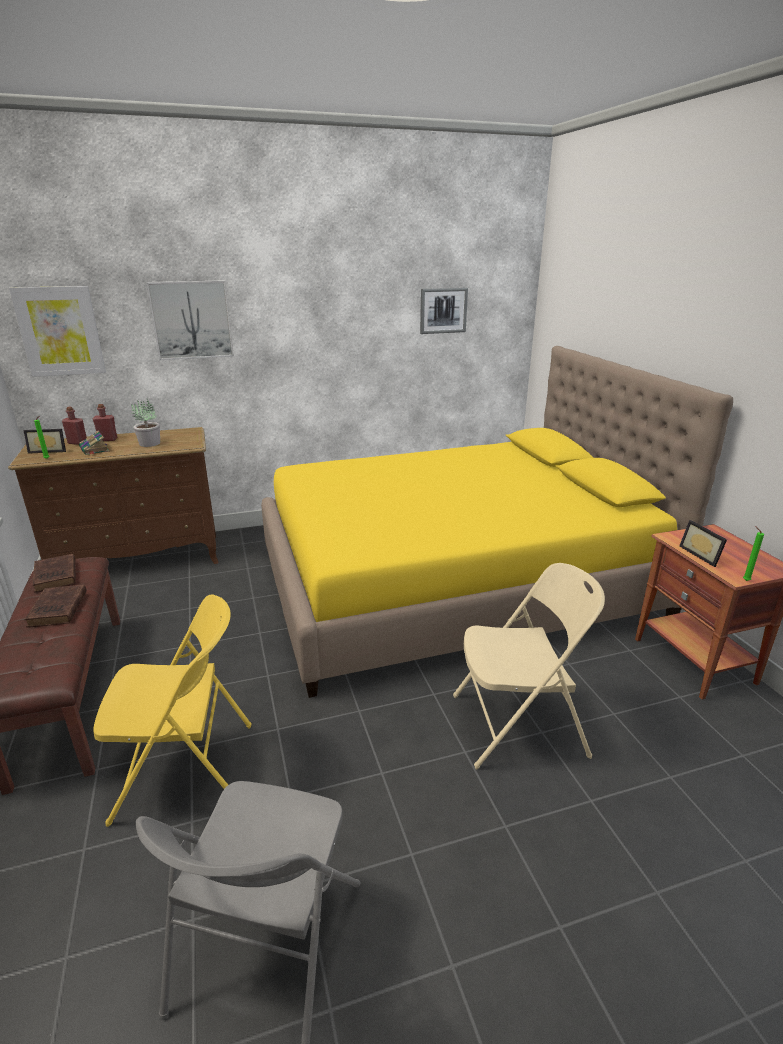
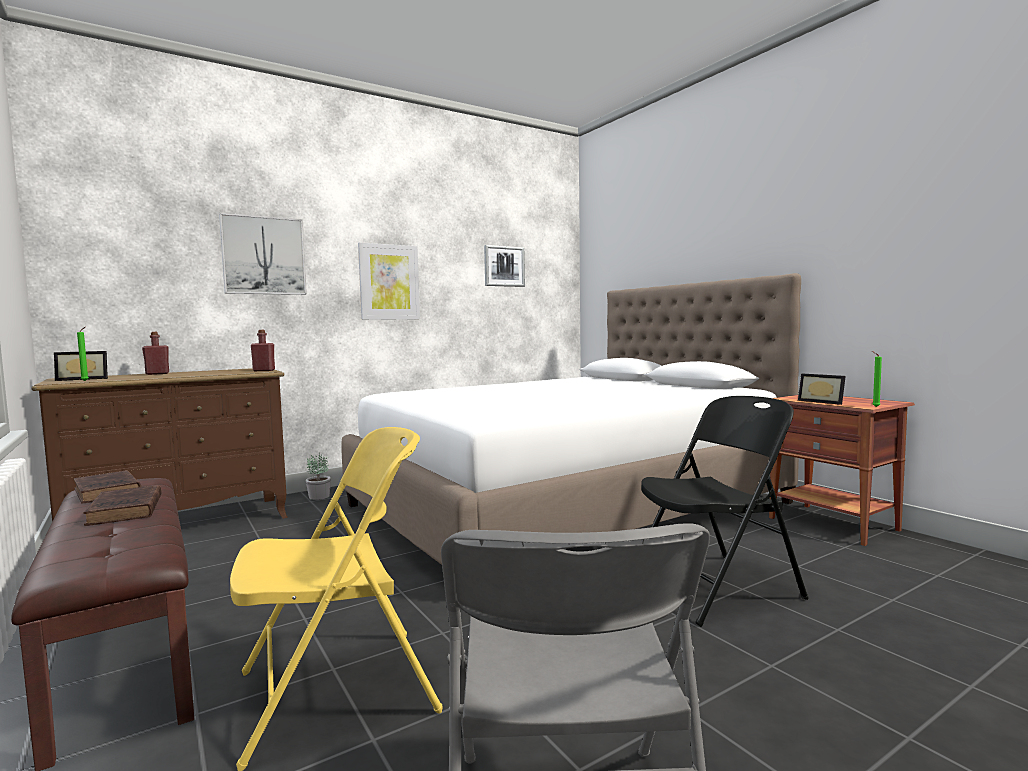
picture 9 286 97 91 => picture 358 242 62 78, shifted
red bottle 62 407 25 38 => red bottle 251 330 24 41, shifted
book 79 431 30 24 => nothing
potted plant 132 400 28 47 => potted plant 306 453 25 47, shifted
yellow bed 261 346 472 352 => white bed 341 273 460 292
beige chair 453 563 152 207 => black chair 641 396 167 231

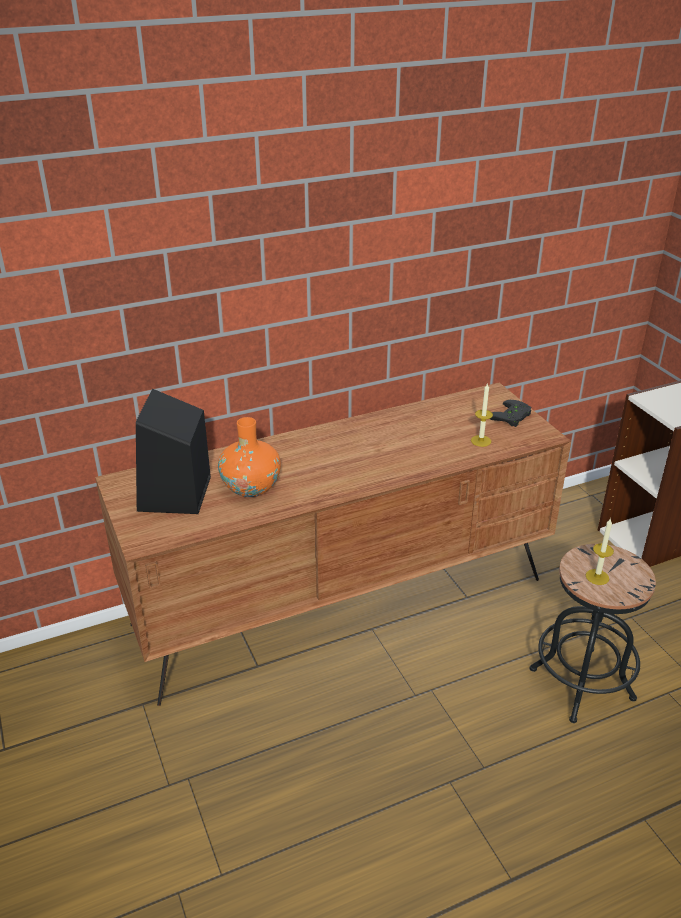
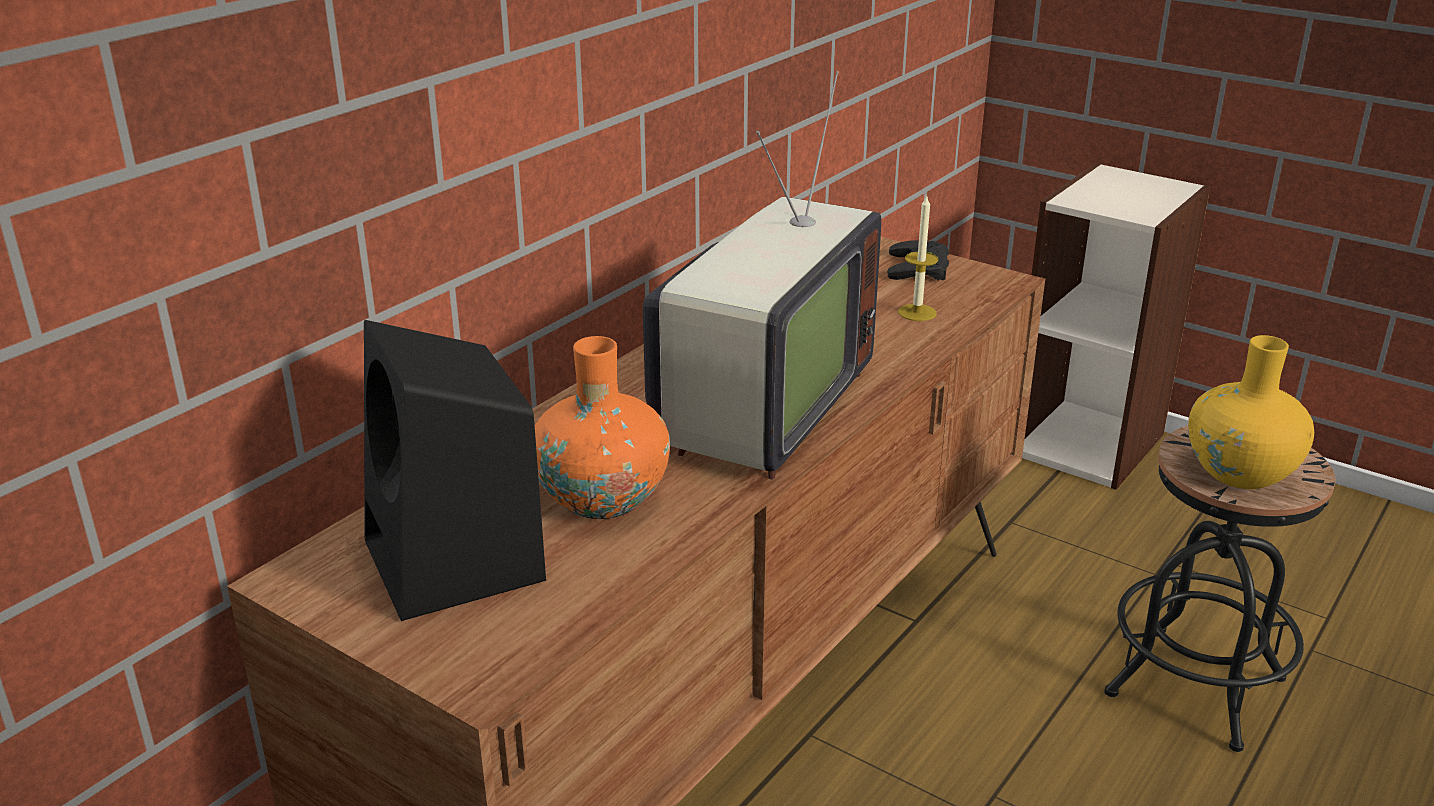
candle 586 518 28 67 => yellow vase 1188 335 126 154
nothing => television 643 71 238 408

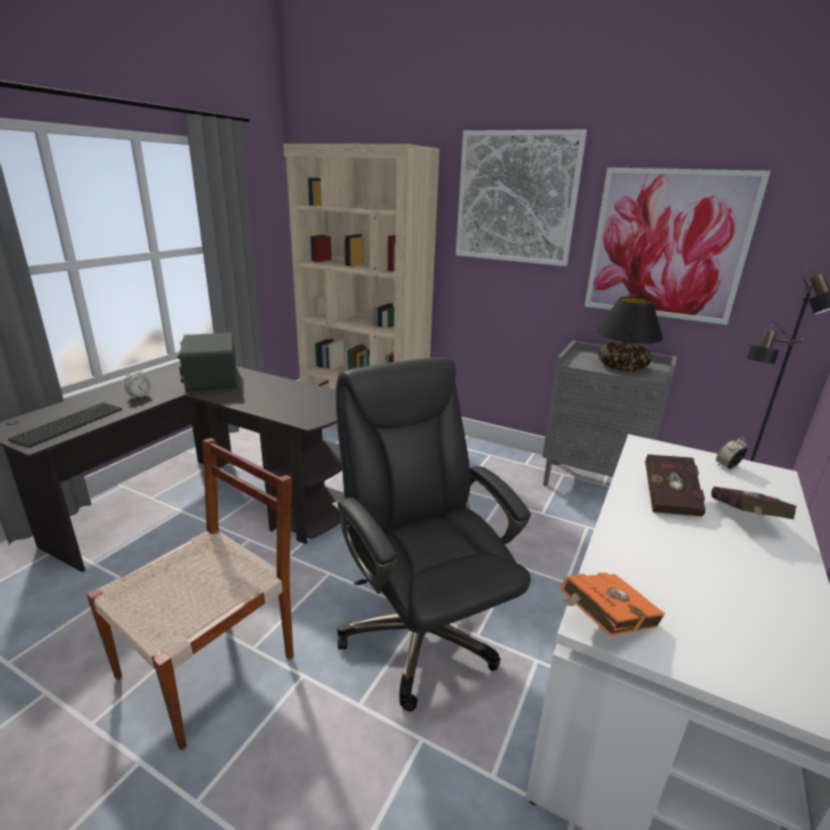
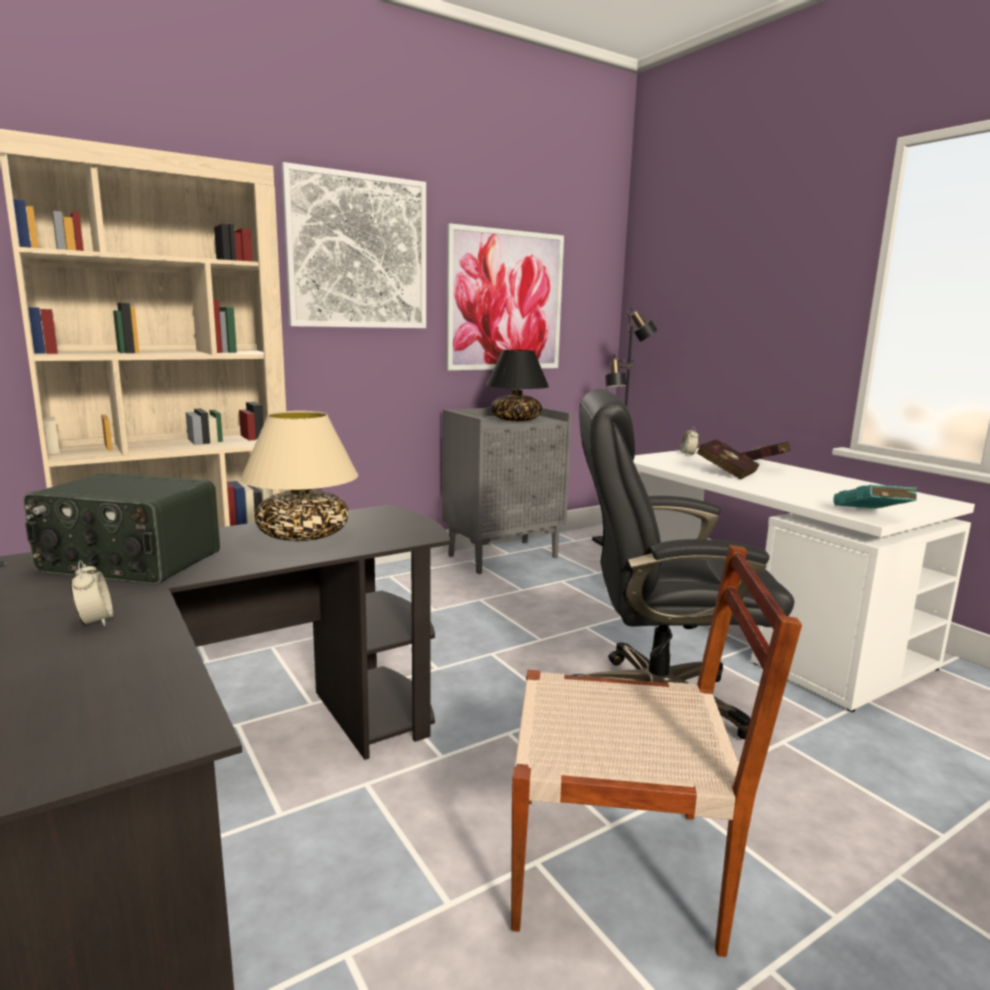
keyboard 8 402 114 46 => nothing
chair 86 438 208 312 => chair 511 545 291 412, 120 degrees clockwise
orange book 560 573 105 63 => turquoise book 833 485 84 23
nothing => beige table lamp 240 411 118 130

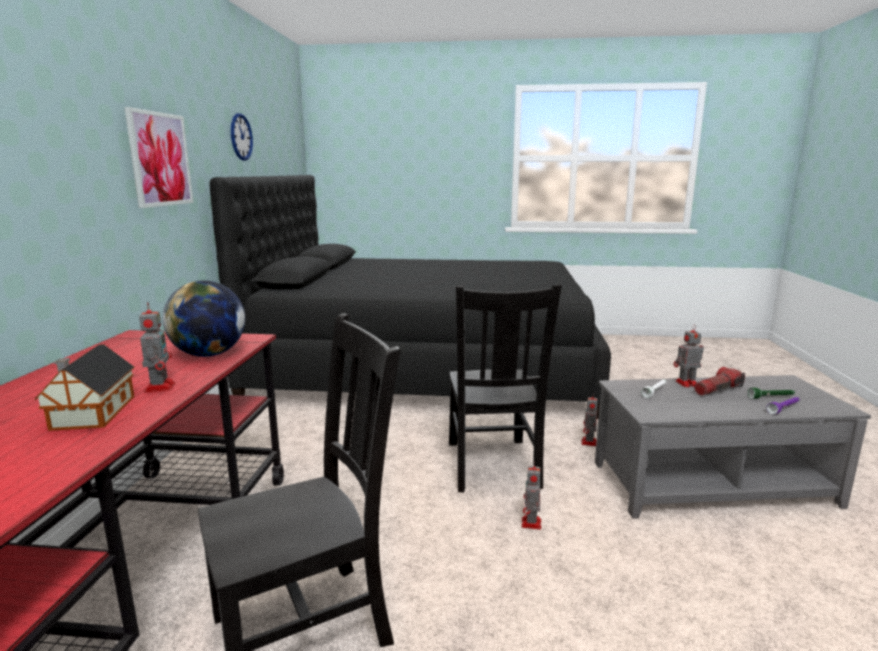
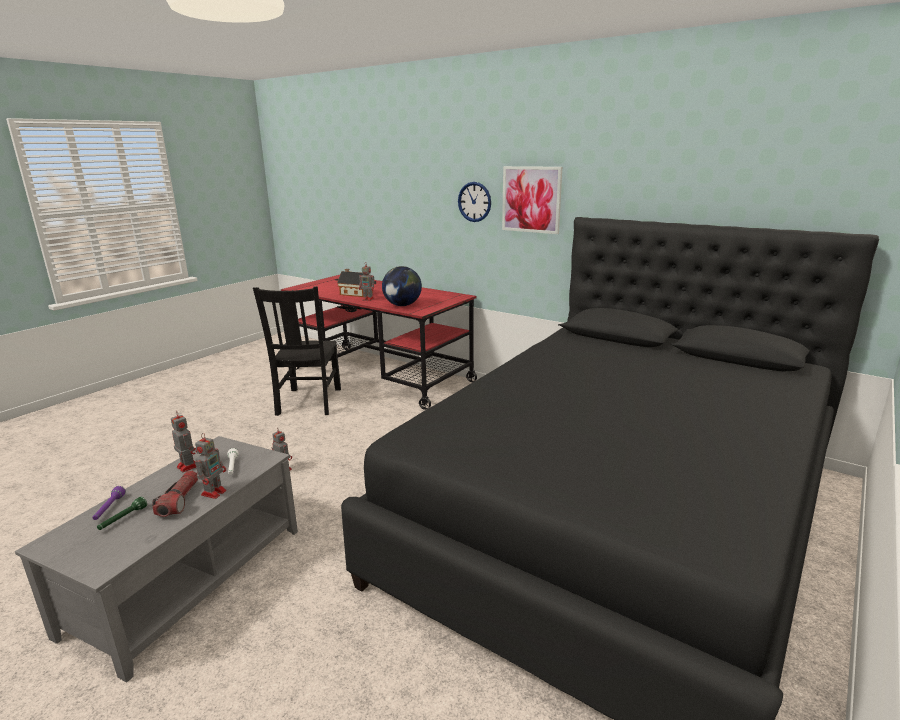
wall clock 231 113 22 48 => wall clock 458 182 33 40, shifted
black chair 449 284 113 209 => nothing
toy robot 582 397 16 49 => toy robot 171 411 26 62, shifted

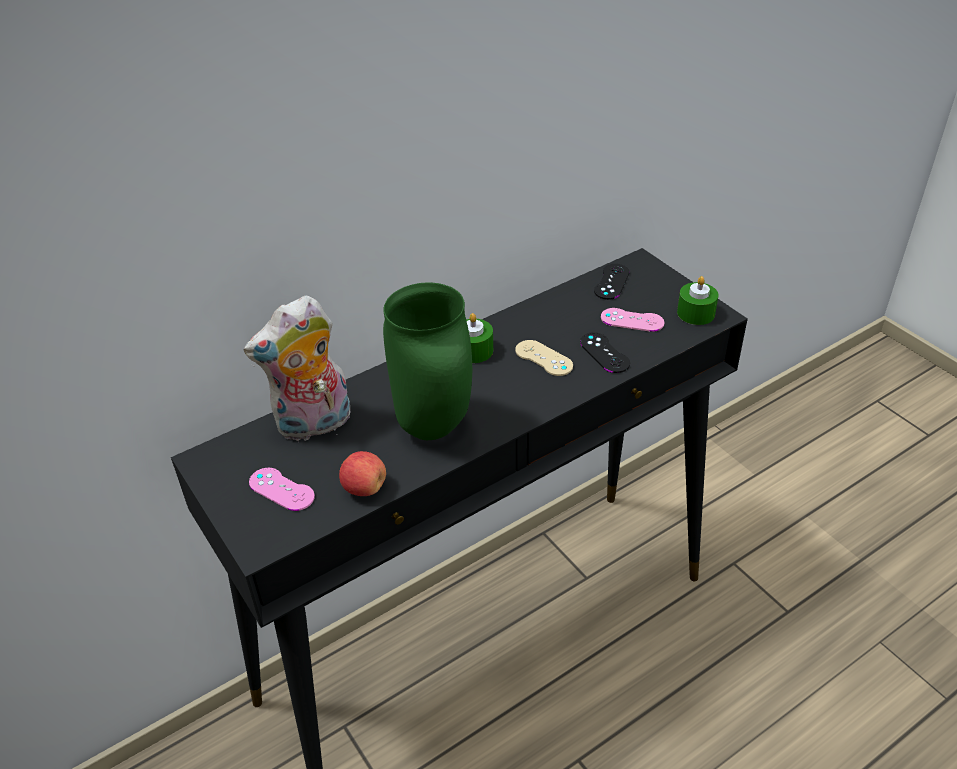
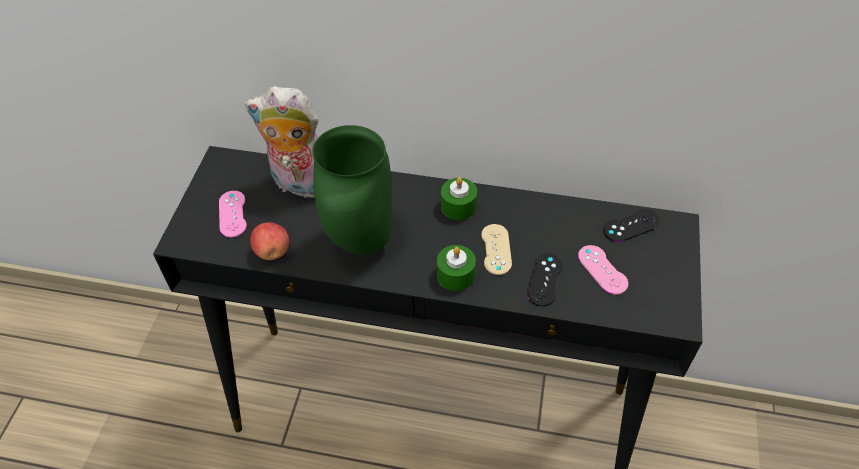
green candle 677 276 41 49 => green candle 437 245 39 46, shifted

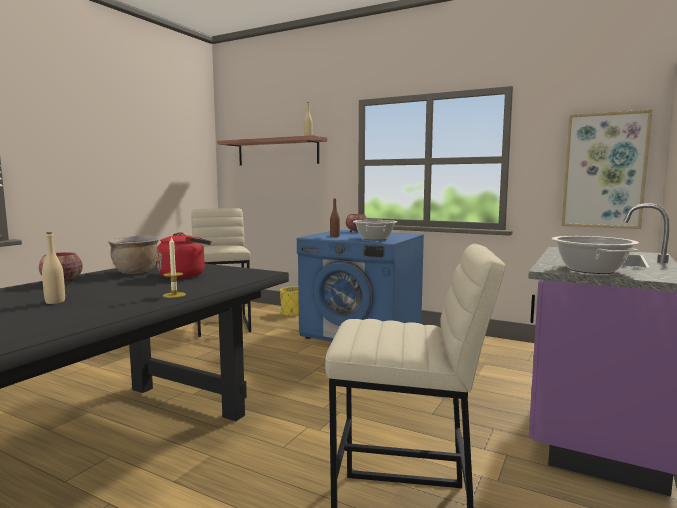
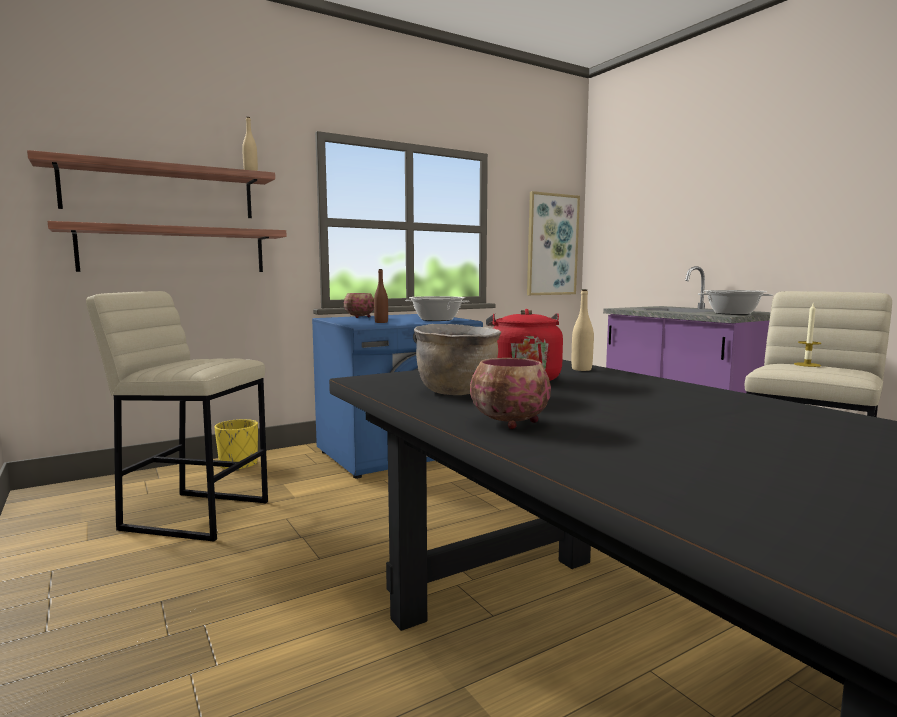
beige bottle 42 232 23 72 => beige bottle 572 289 22 82, shifted
candle 163 236 23 62 => candle 794 304 27 63, shifted
nothing => shelf 47 221 240 51

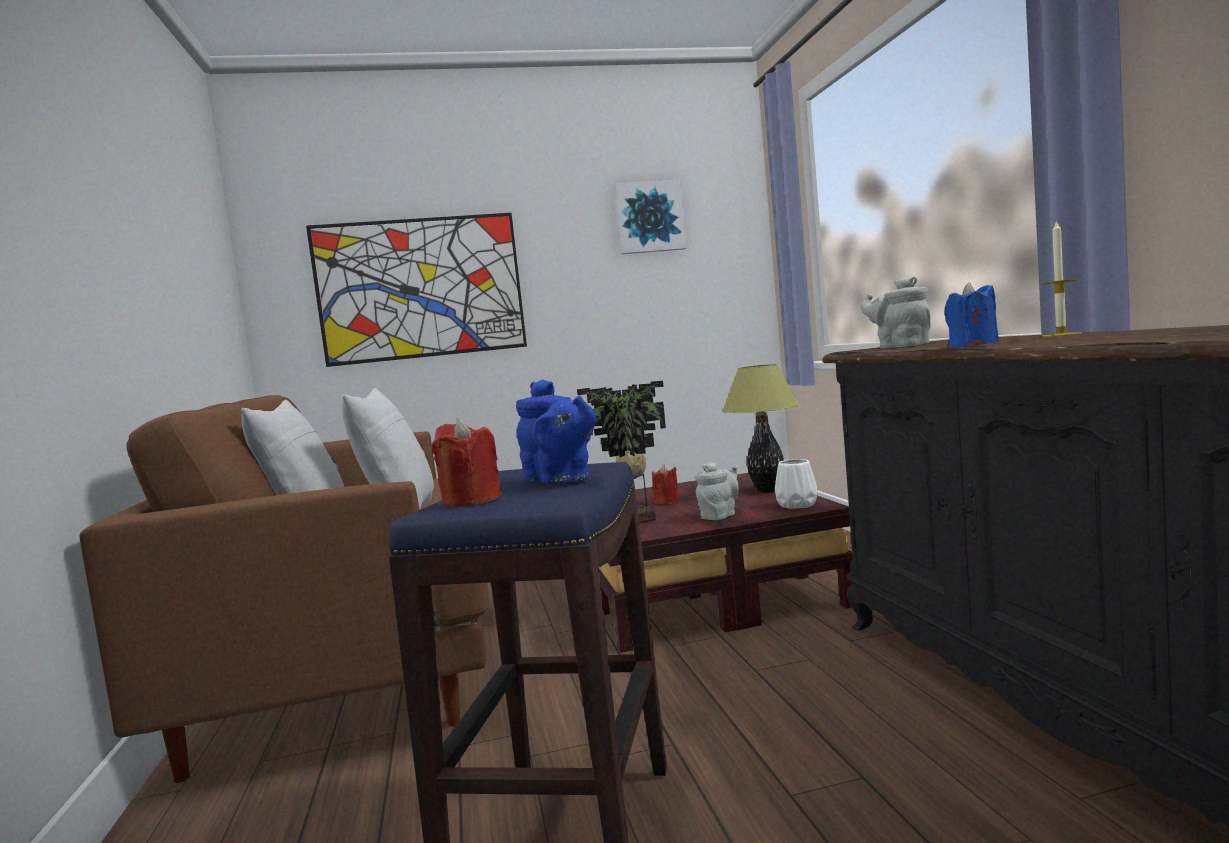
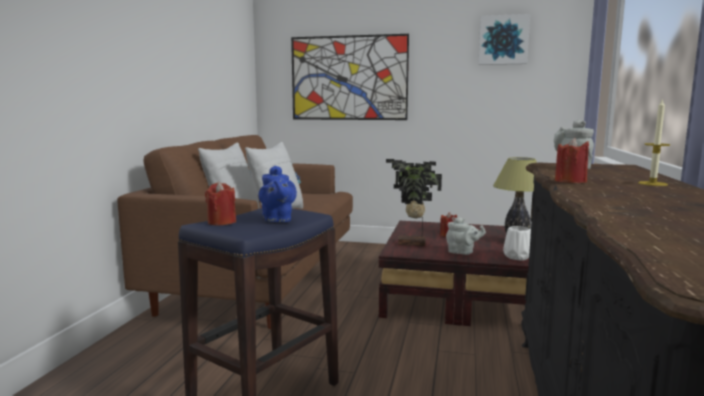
grey teapot 695 462 44 58 => grey teapot 446 217 40 38, 45 degrees clockwise
blue candle 944 282 55 66 => red candle 555 138 34 45

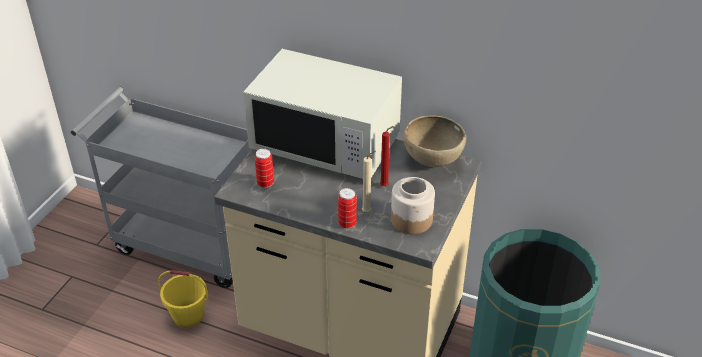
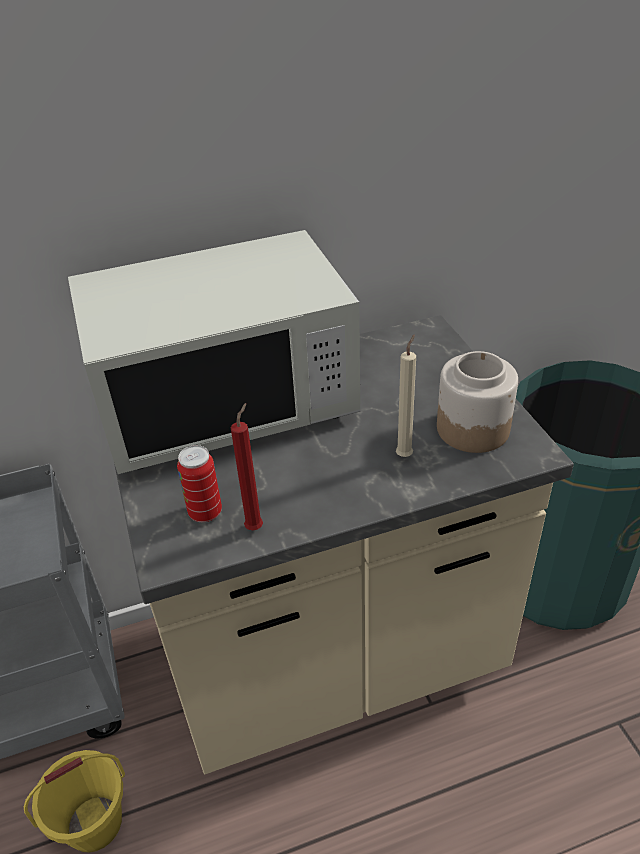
can 338 188 19 41 => nothing
red candle 380 126 13 60 => red candle 231 403 32 127, shifted
brown bowl 403 115 63 52 => nothing

